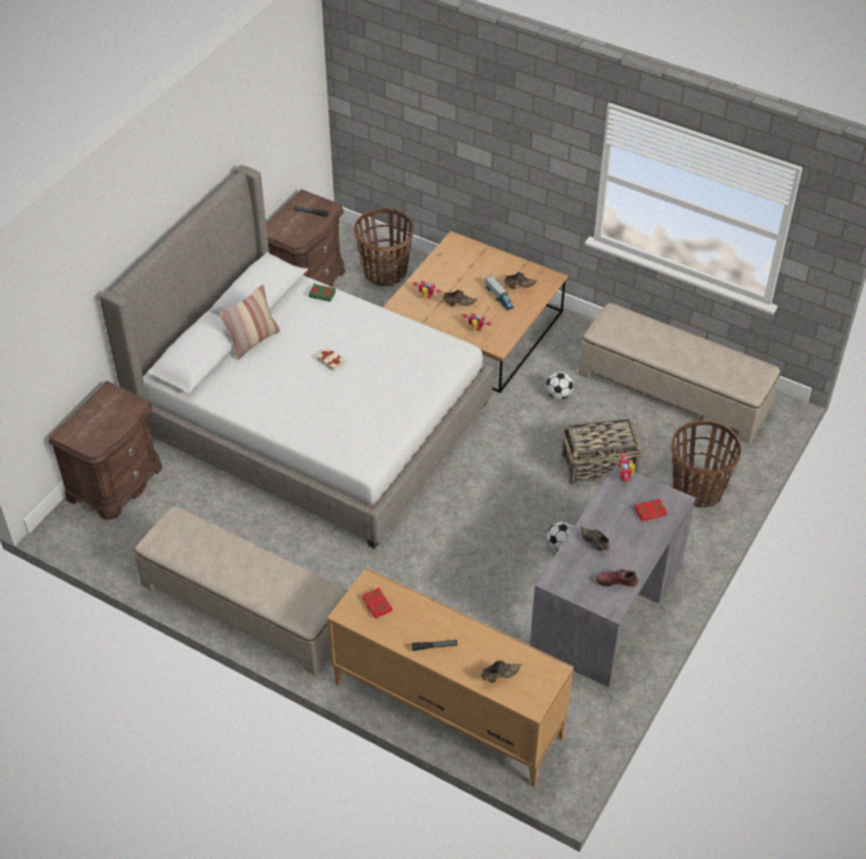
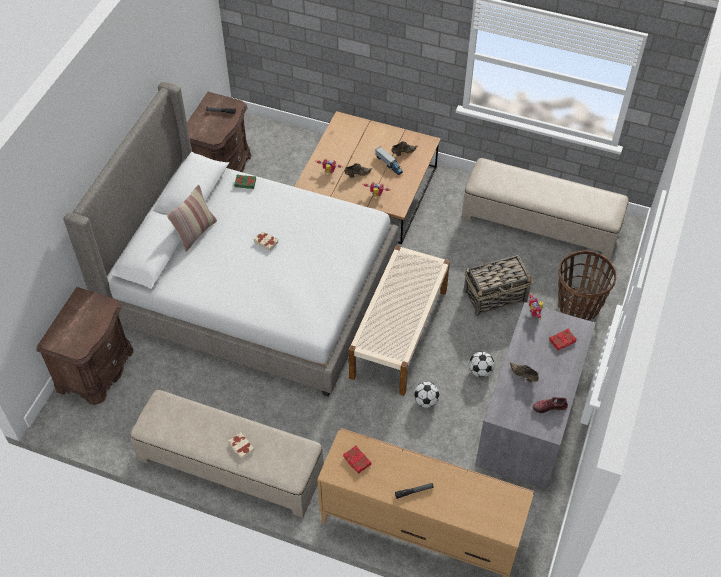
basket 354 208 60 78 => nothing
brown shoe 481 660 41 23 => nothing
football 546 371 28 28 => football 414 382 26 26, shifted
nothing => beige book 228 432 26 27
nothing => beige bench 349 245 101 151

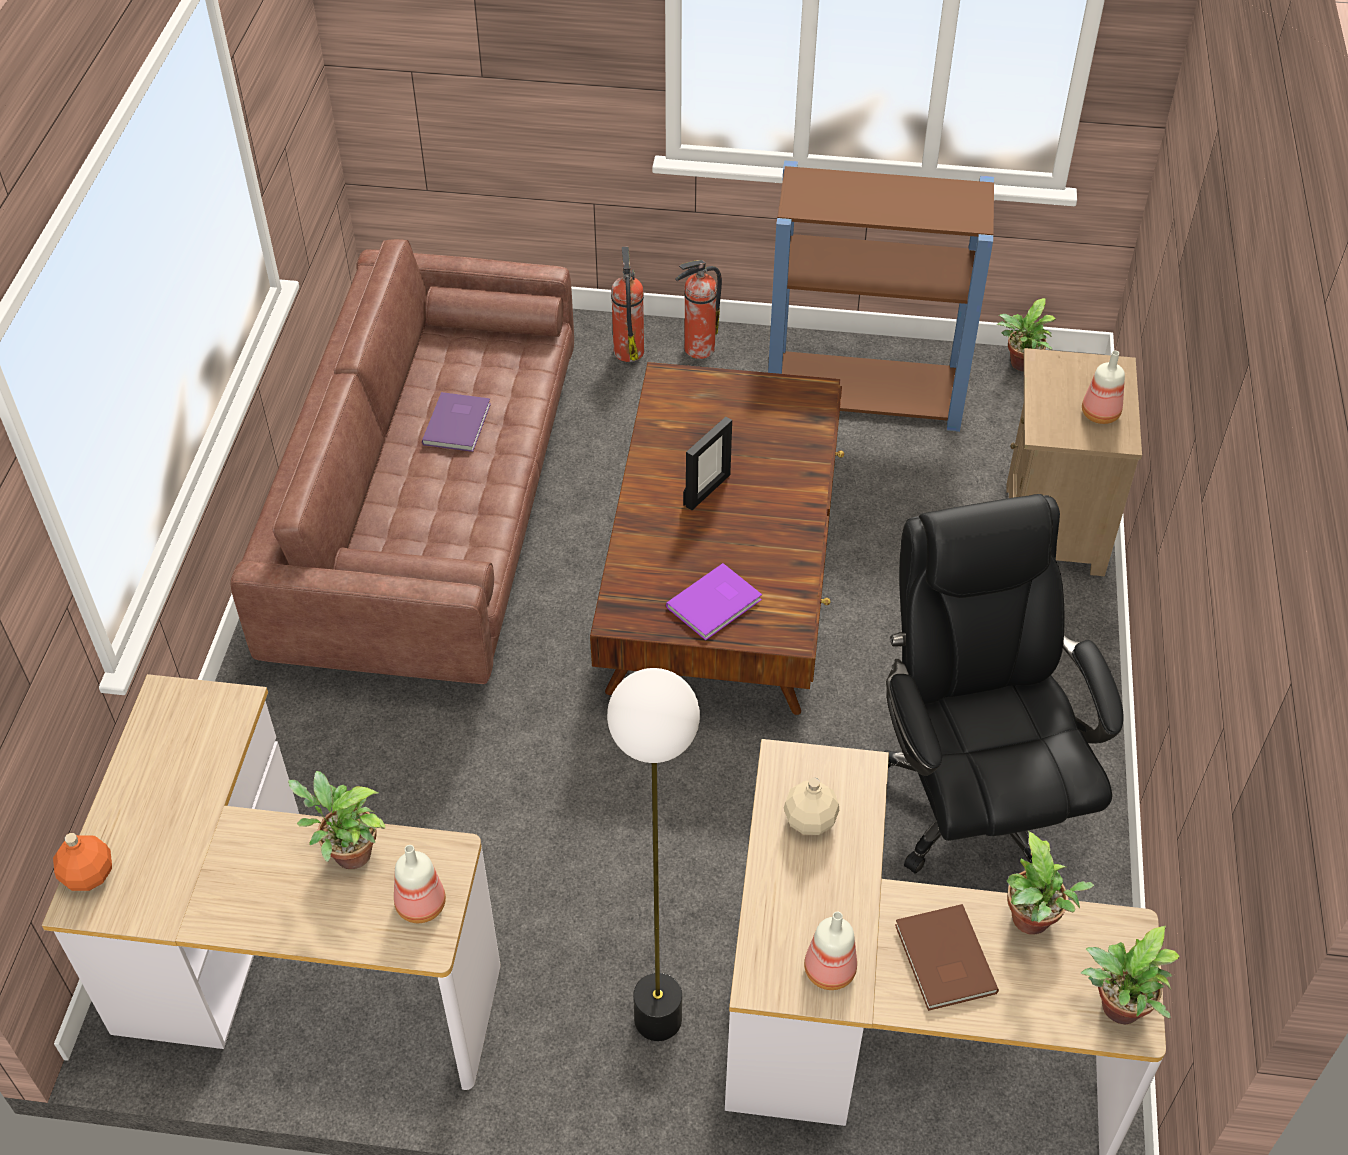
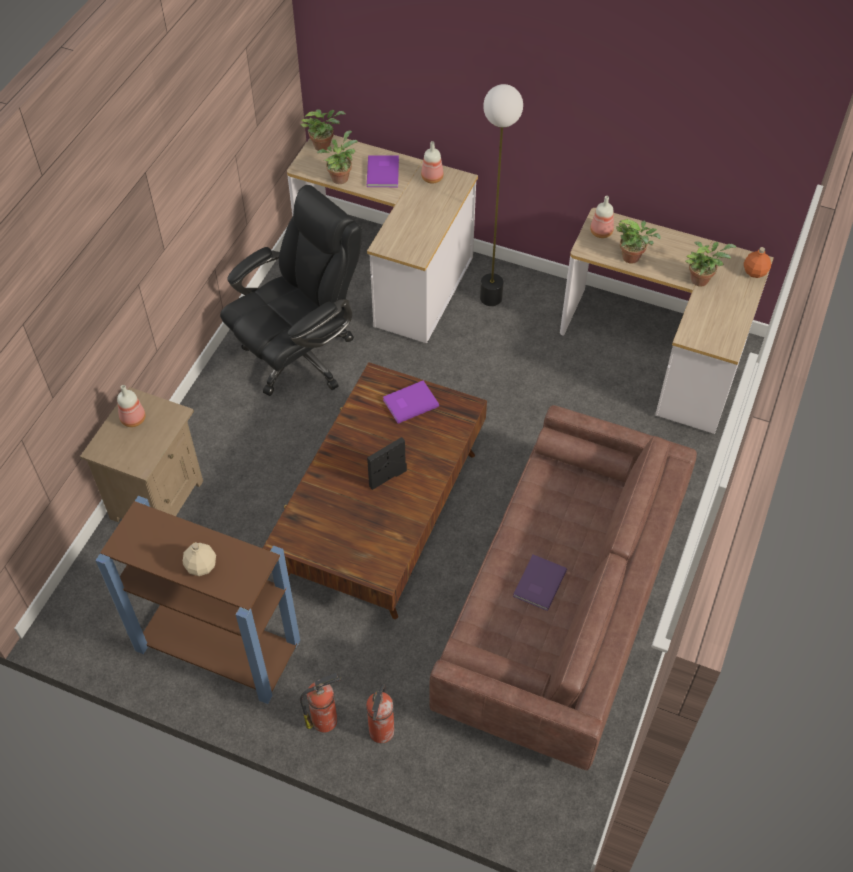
beige bottle 784 778 55 57 => beige bottle 183 542 33 34, shifted
black office chair 884 494 240 380 => black office chair 220 185 142 211, 135 degrees counterclockwise
brown book 895 904 104 107 => purple book 367 155 32 32
potted plant 997 298 59 73 => potted plant 685 242 51 45, shifted

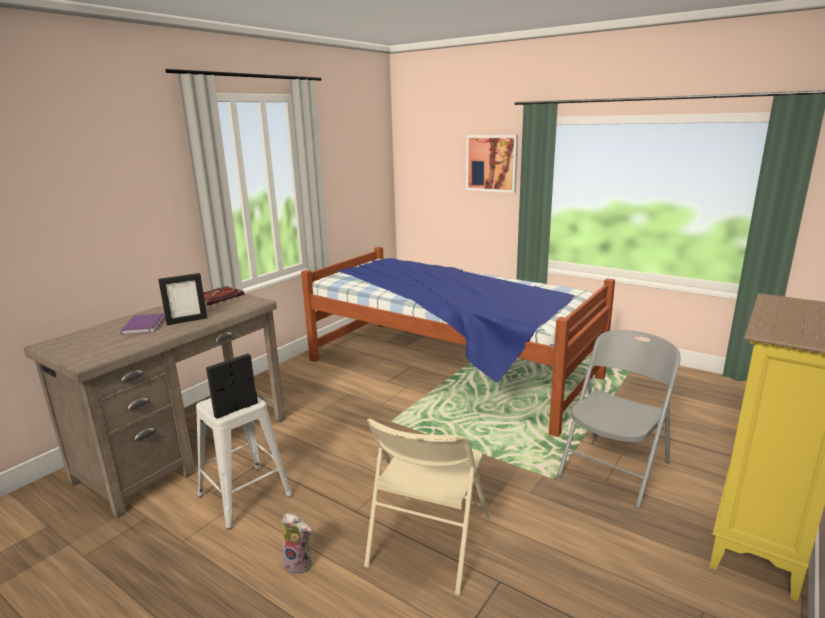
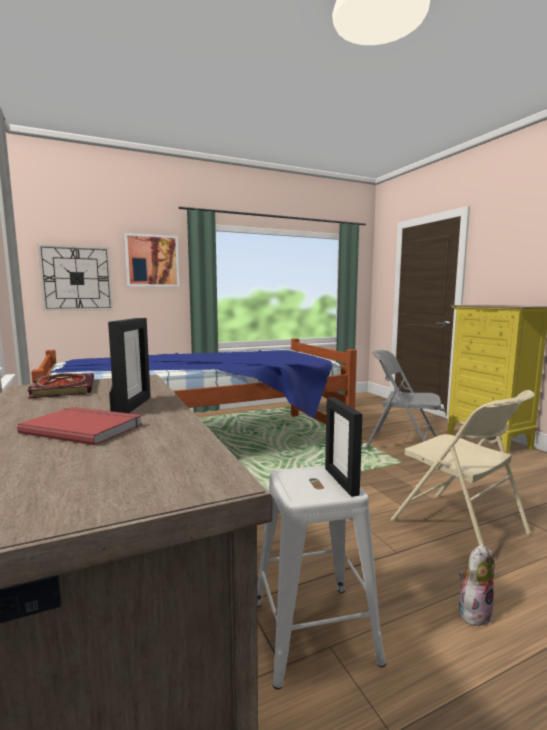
purple book 121 313 44 22 => red book 17 407 125 39
grey chair 557 330 124 179 => grey chair 365 350 76 99, 45 degrees counterclockwise
nothing => wall clock 37 244 76 67

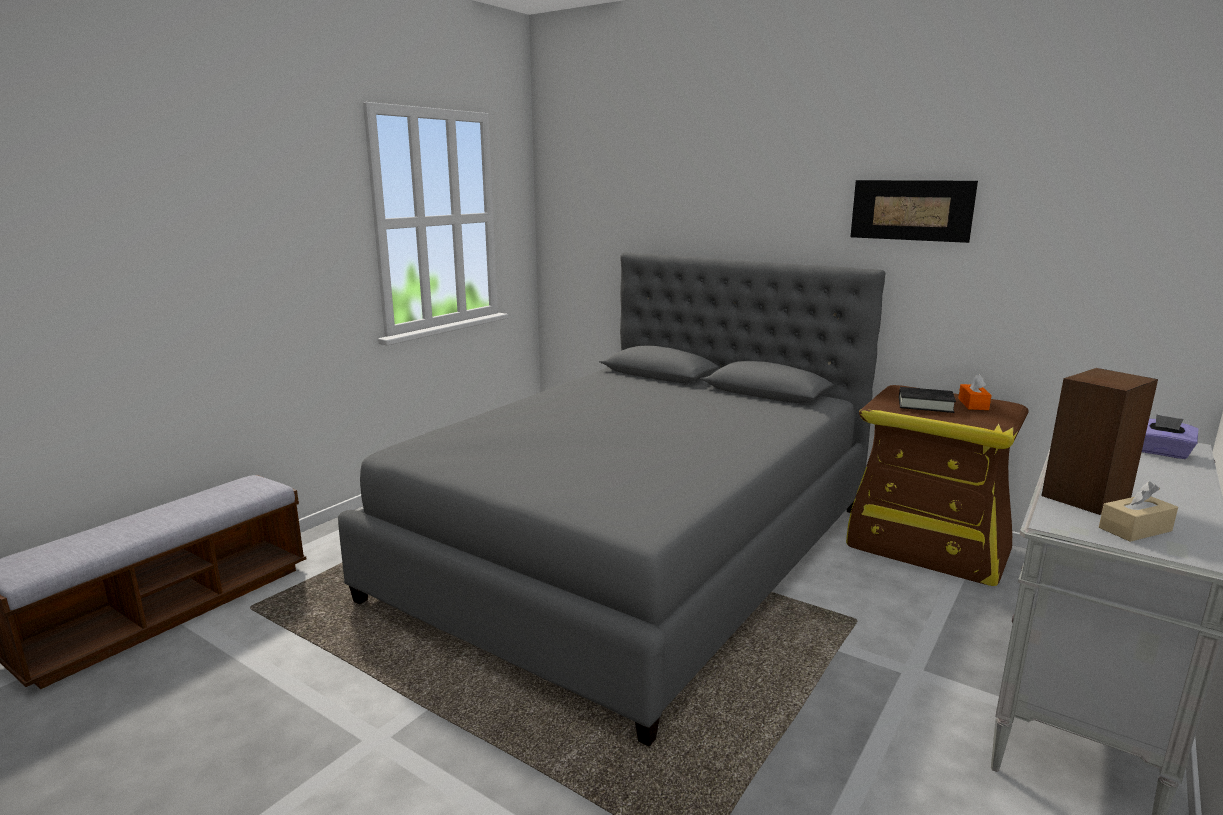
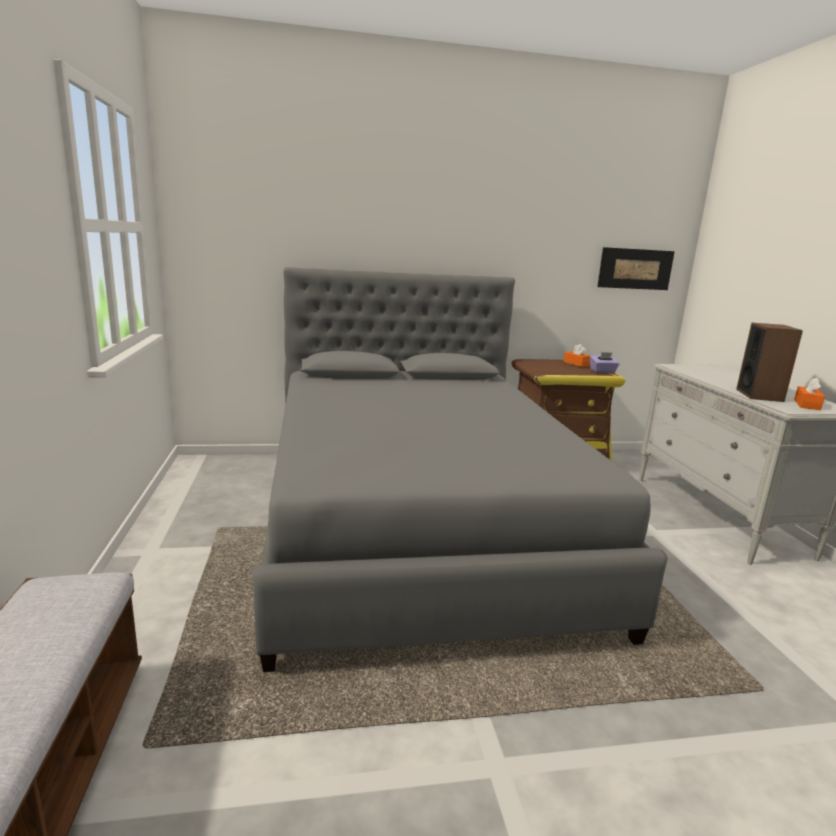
picture 850 180 128 63 => picture 597 247 78 43, shifted
black book 899 387 57 26 => nothing
beige tissue box 1099 482 79 60 => orange tissue box 794 378 31 32
purple tissue box 1142 414 57 45 => purple tissue box 590 352 30 21, shifted

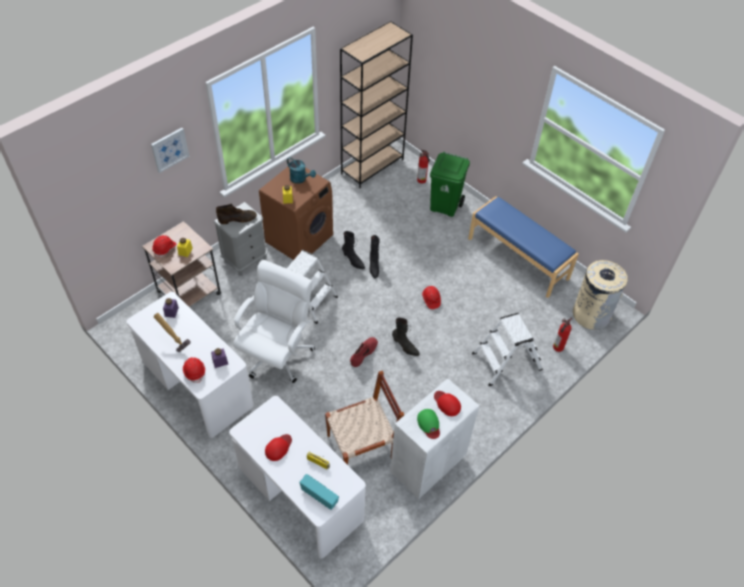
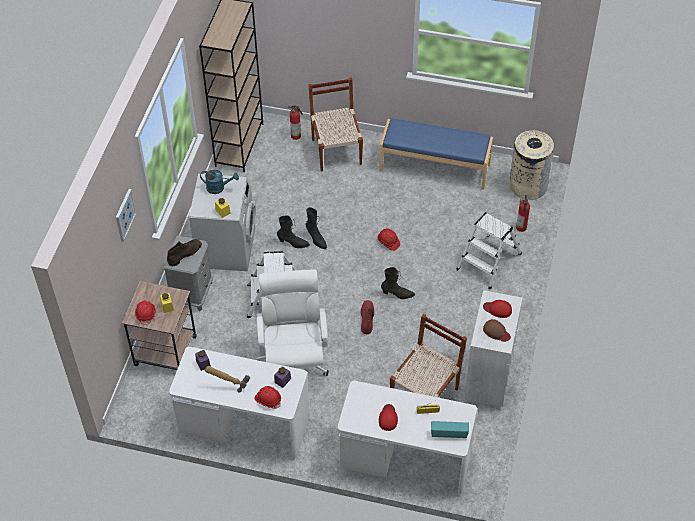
brown washing machine 259 166 74 94 => white washing machine 189 174 67 97
green cap 417 409 23 30 => brown cap 483 319 28 23
green trash can 430 152 40 65 => chair 308 77 55 95

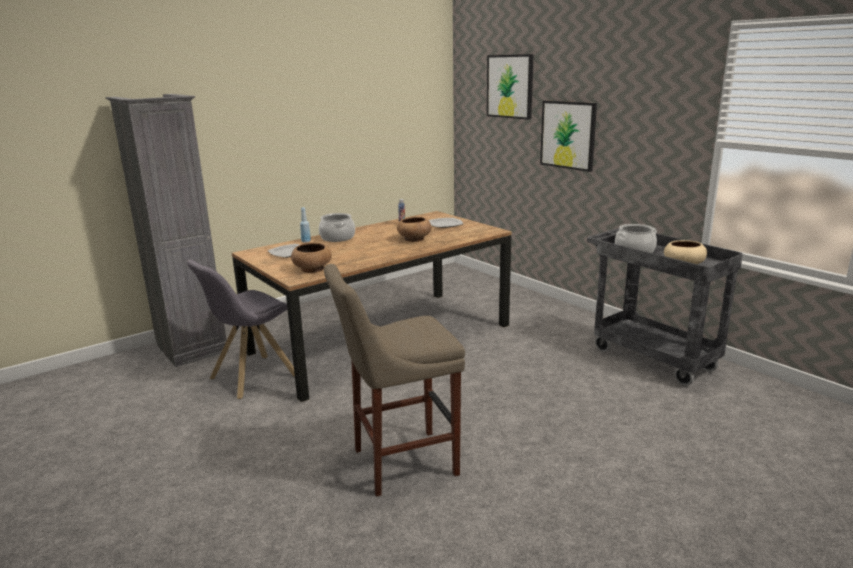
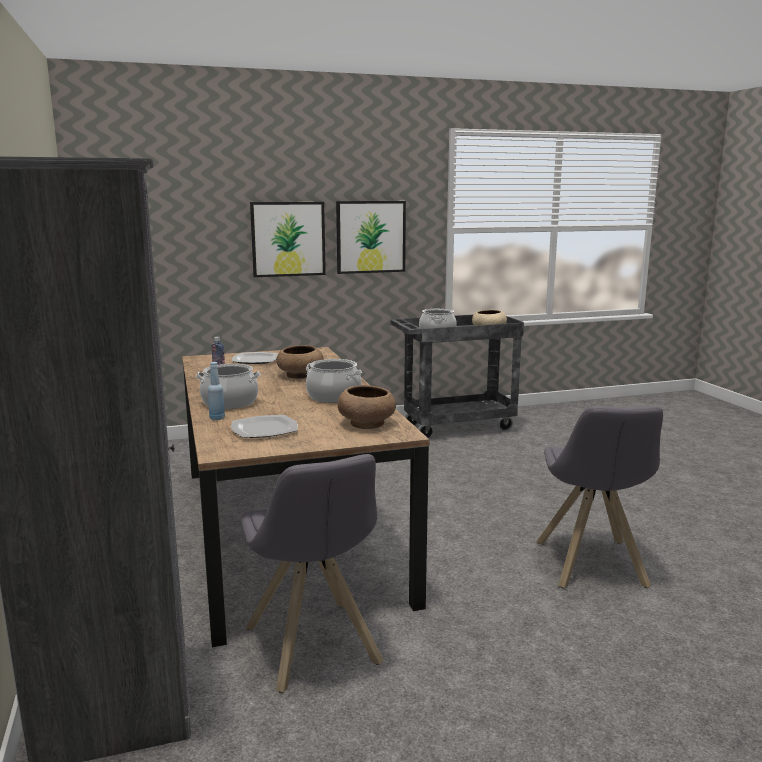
beige stool 324 264 141 233 => grey chair 536 406 127 182
picture 487 54 47 66 => picture 336 201 70 73, shifted
nothing => cooking pot 306 359 56 44

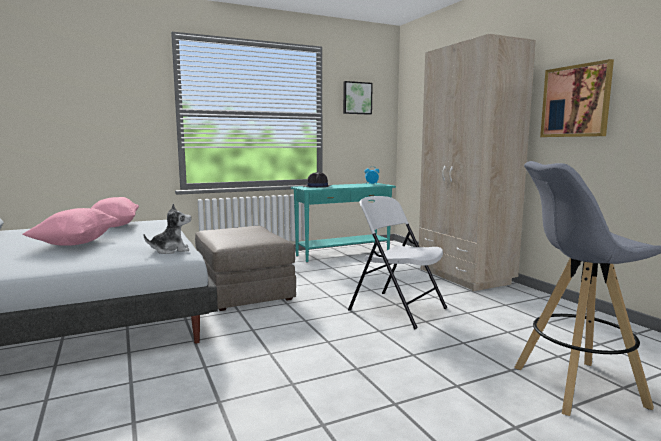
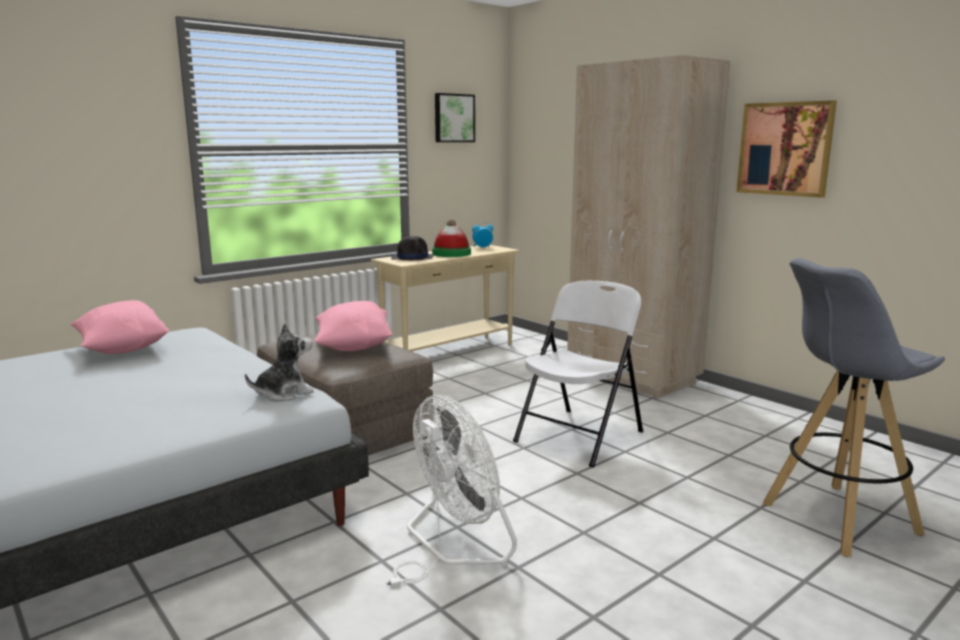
pink pillow 22 208 96 38 => pink pillow 314 301 78 50, shifted
turquoise console table 291 183 105 80 => beige console table 371 245 149 106
white chair 348 196 99 133 => white chair 513 281 130 187, 105 degrees clockwise
nothing => white fan 387 395 130 193
nothing => hat 432 219 39 38

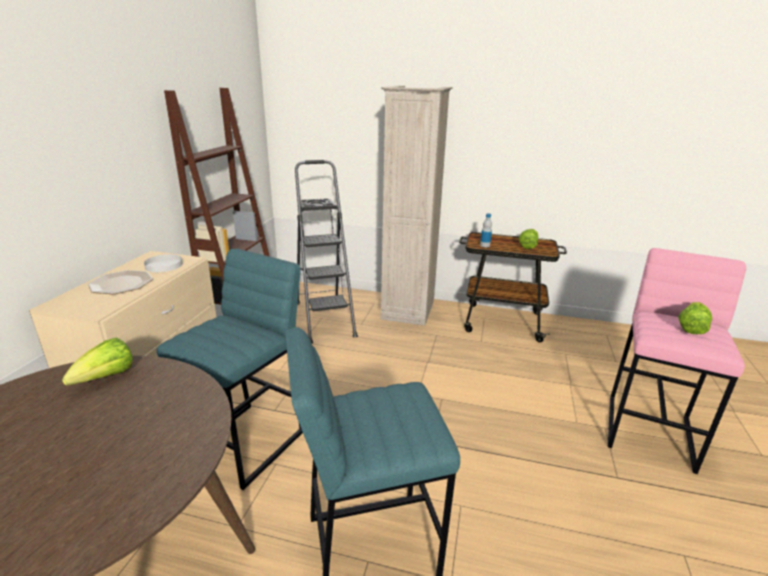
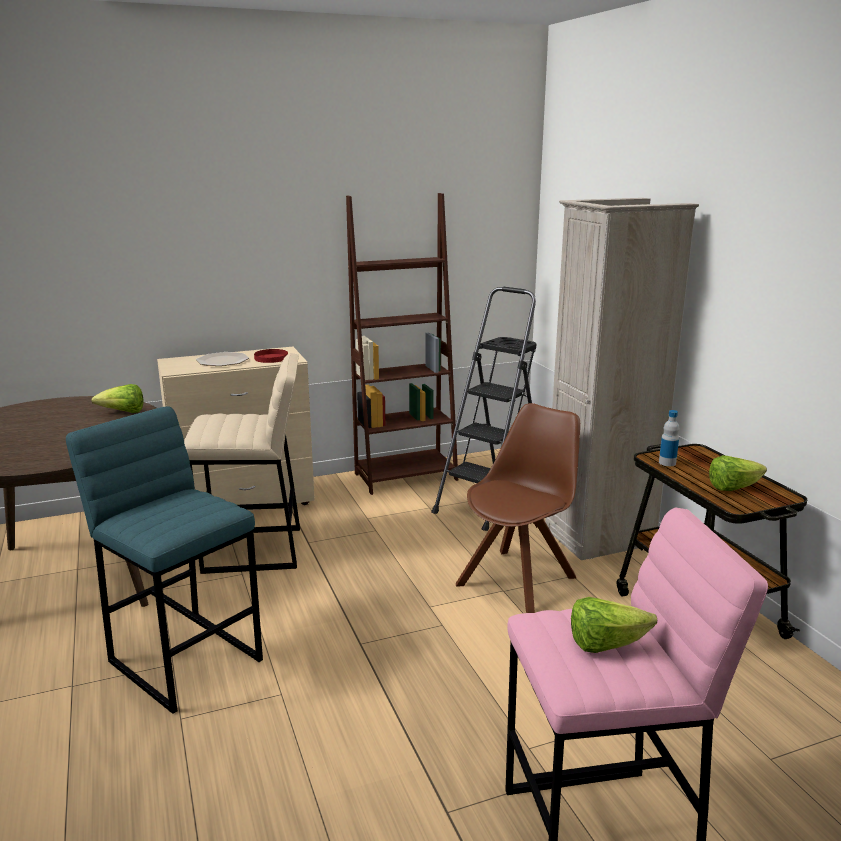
white plate 144 254 39 18 => red plate 254 349 34 14
turquoise stool 157 249 146 241 => beige stool 184 353 116 221
nothing => brown chair 456 403 124 210

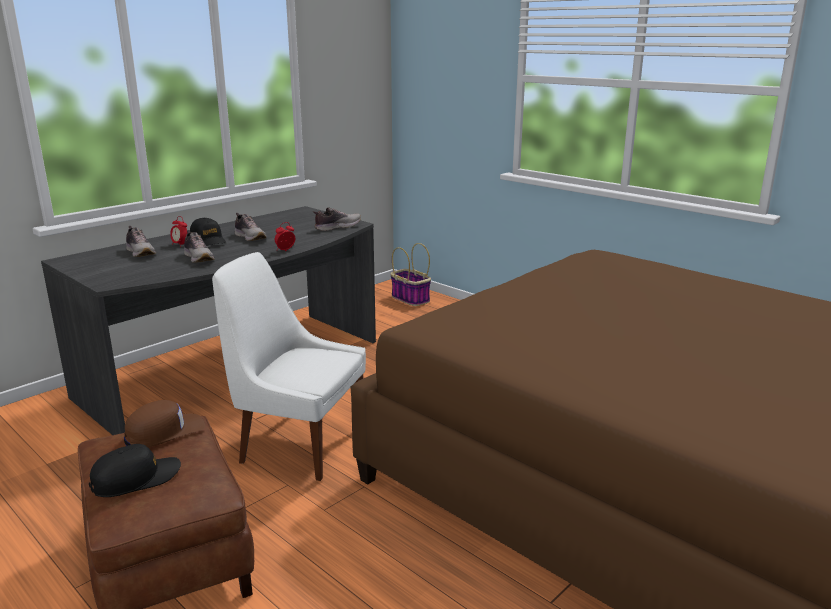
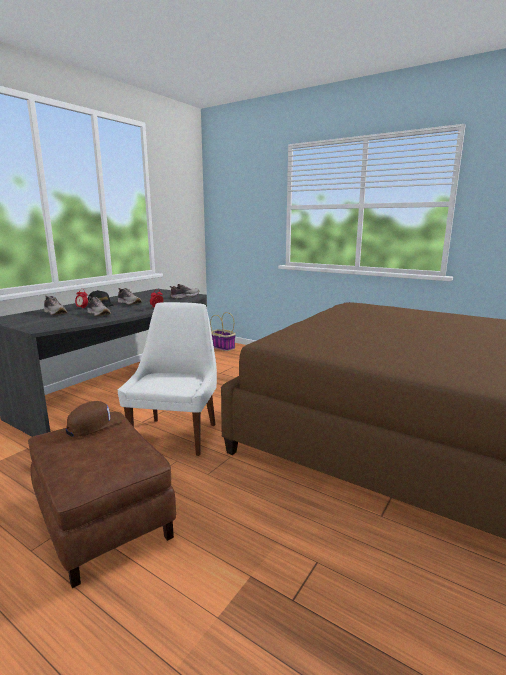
black cap 89 444 92 53 => nothing
white chair 212 252 154 229 => white chair 118 302 99 154, 90 degrees clockwise

